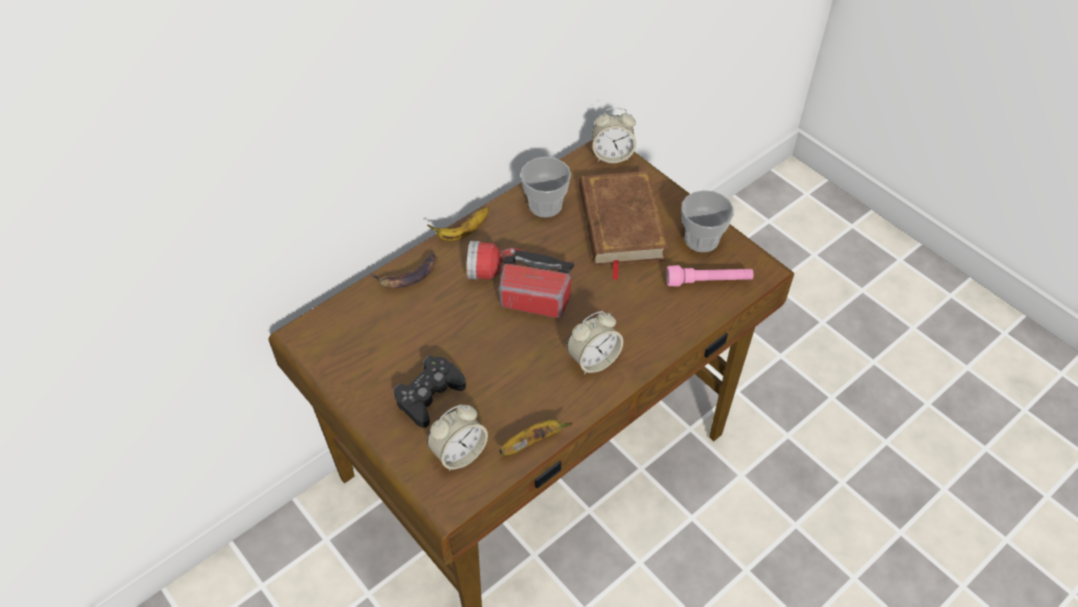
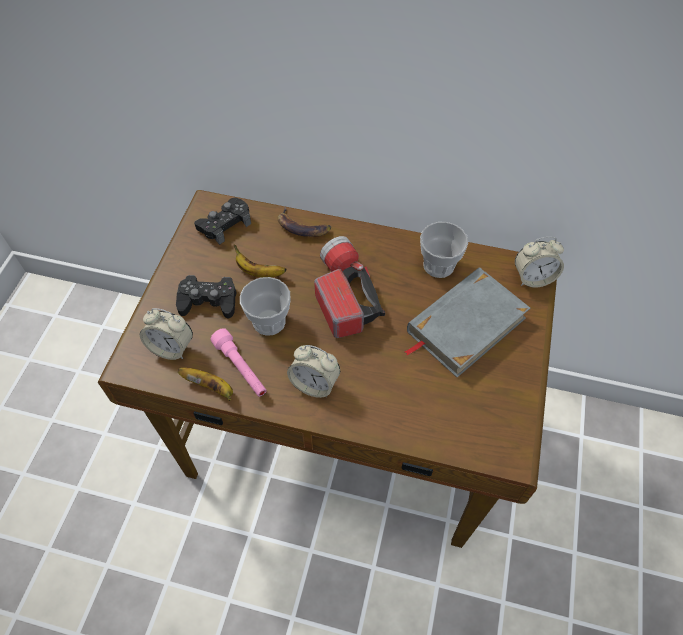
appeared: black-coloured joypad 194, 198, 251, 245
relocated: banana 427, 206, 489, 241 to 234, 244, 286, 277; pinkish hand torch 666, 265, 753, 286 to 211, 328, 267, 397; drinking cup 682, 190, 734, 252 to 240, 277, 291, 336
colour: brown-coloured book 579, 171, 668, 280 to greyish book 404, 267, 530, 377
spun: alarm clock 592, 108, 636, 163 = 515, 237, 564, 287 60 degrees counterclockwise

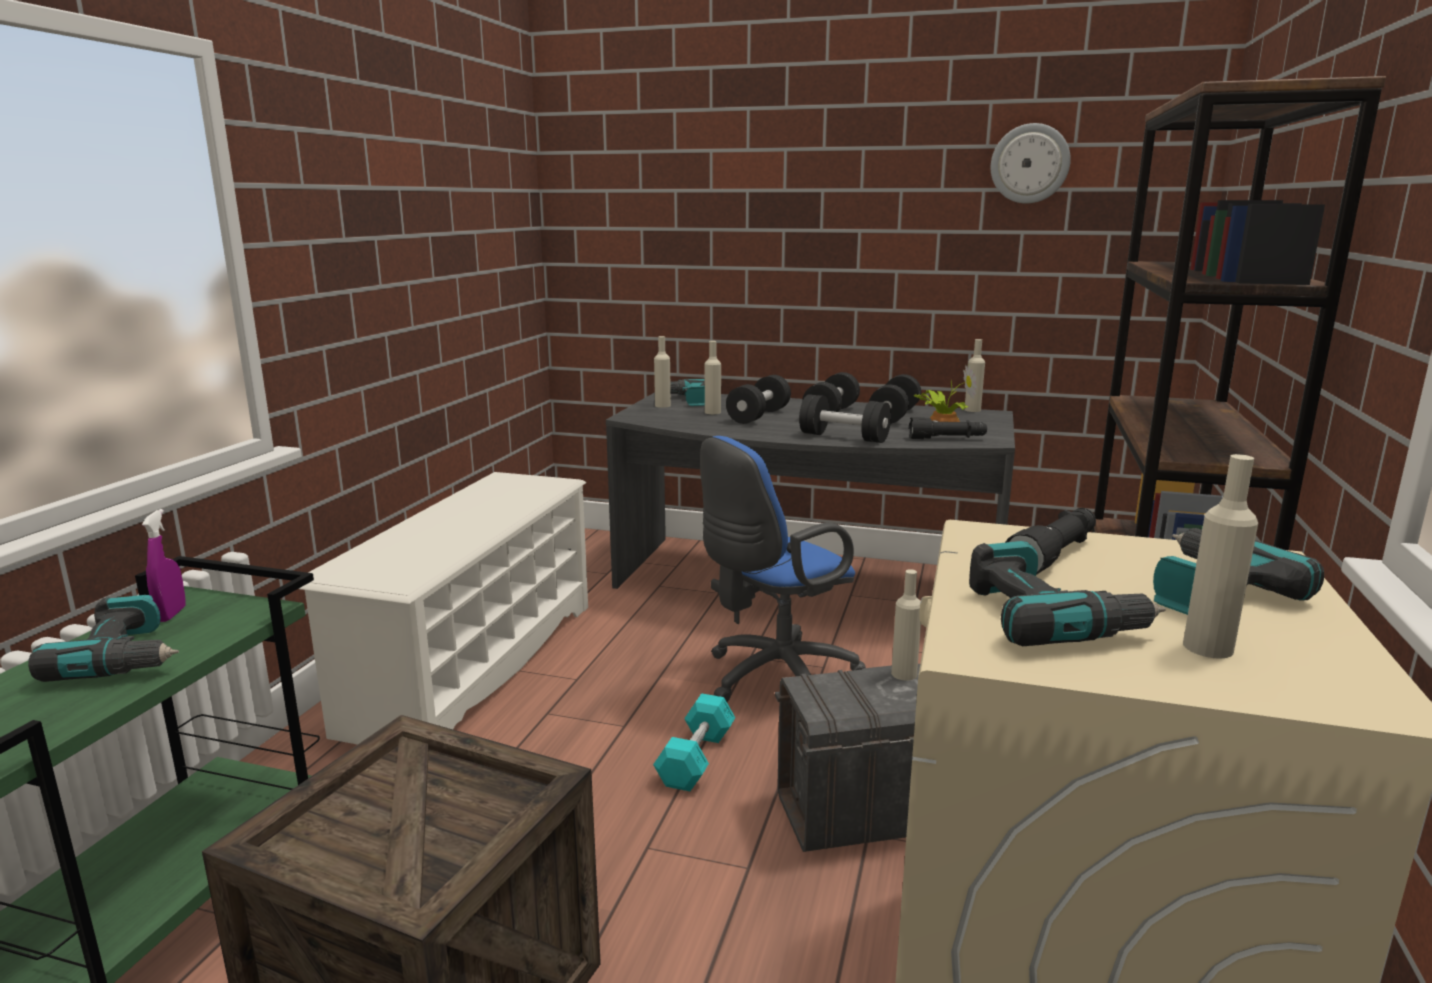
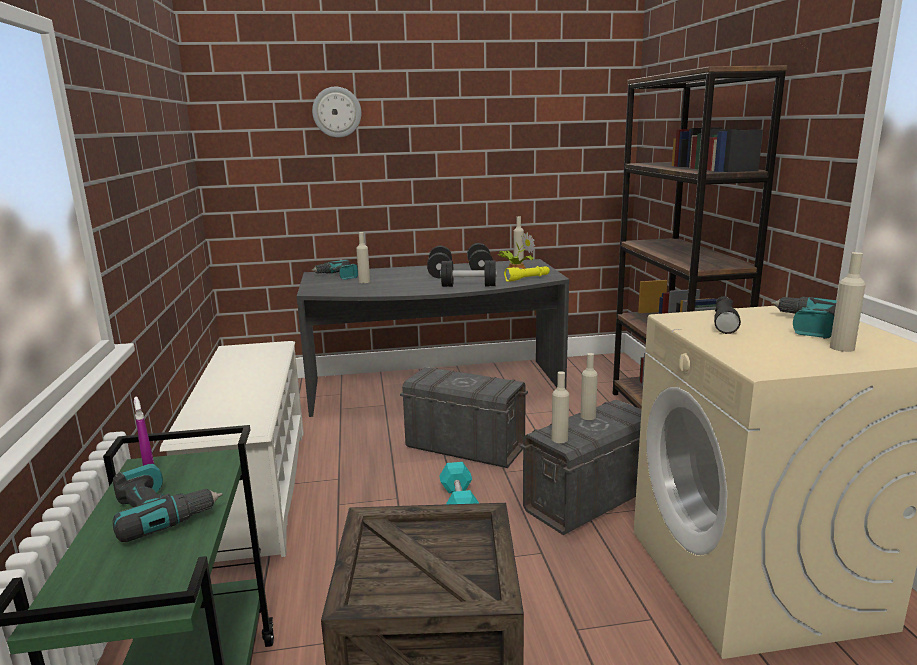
missing: black-coloured dumbbell 726, 375, 791, 424; drill 969, 541, 1166, 646
relocated: beige-coloured drink bottle 654, 336, 671, 408 to 551, 371, 569, 443; wall clock 991, 123, 1071, 204 to 312, 87, 361, 138
exchanged: bluish computer chair 700, 436, 866, 702 to greyish storage container 400, 367, 528, 468
colour: black-coloured hand torch 909, 417, 987, 439 to yellow hand torch 504, 266, 550, 282

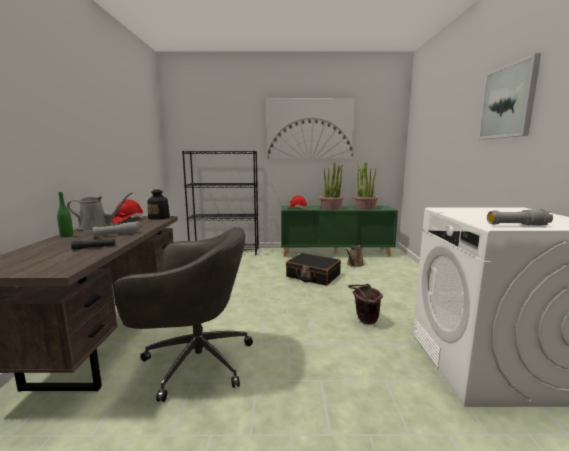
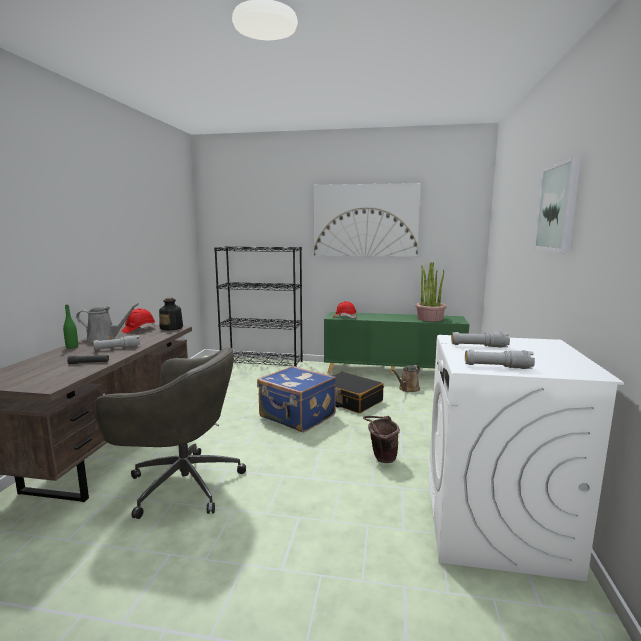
missing: potted plant 319, 163, 344, 210
appeared: bluish piece of luggage 257, 366, 336, 432; greyish hand torch 451, 332, 510, 348

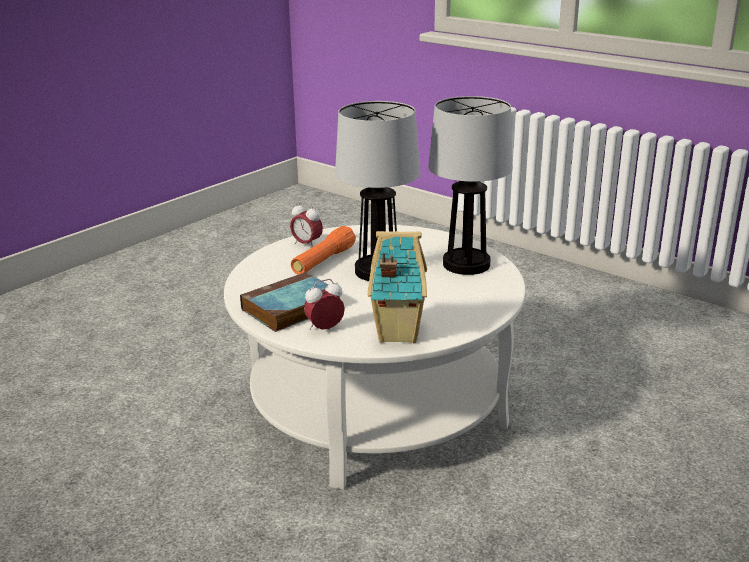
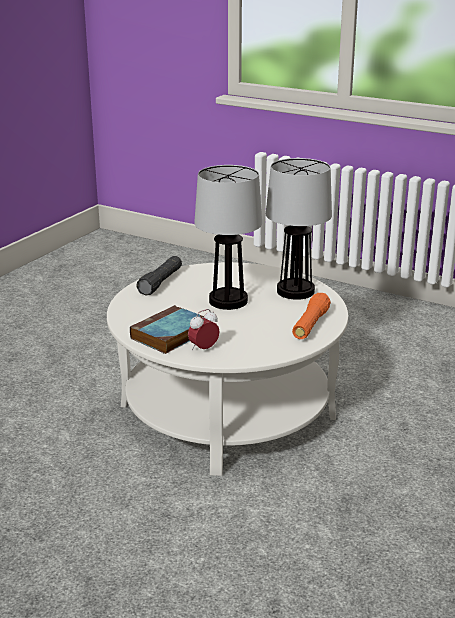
missing: model house 368, 231, 427, 343
relocated: orange-coloured hand torch 291, 226, 356, 275 to 292, 293, 331, 339
exchanged: alarm clock 290, 201, 323, 247 to black-coloured hand torch 136, 256, 182, 295

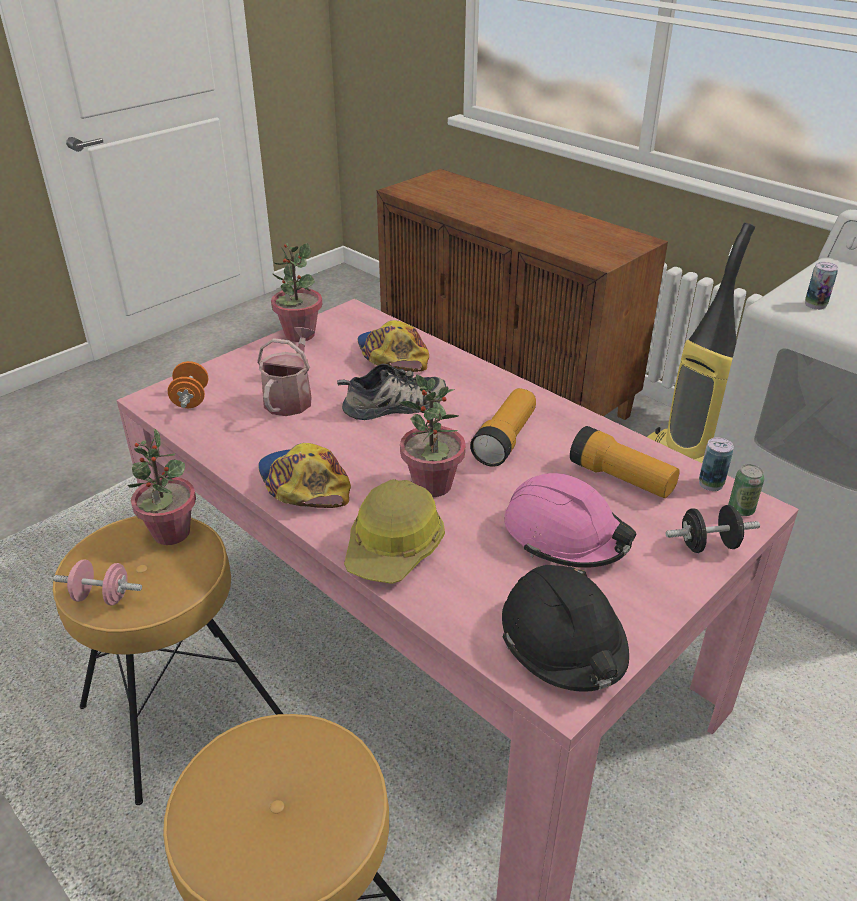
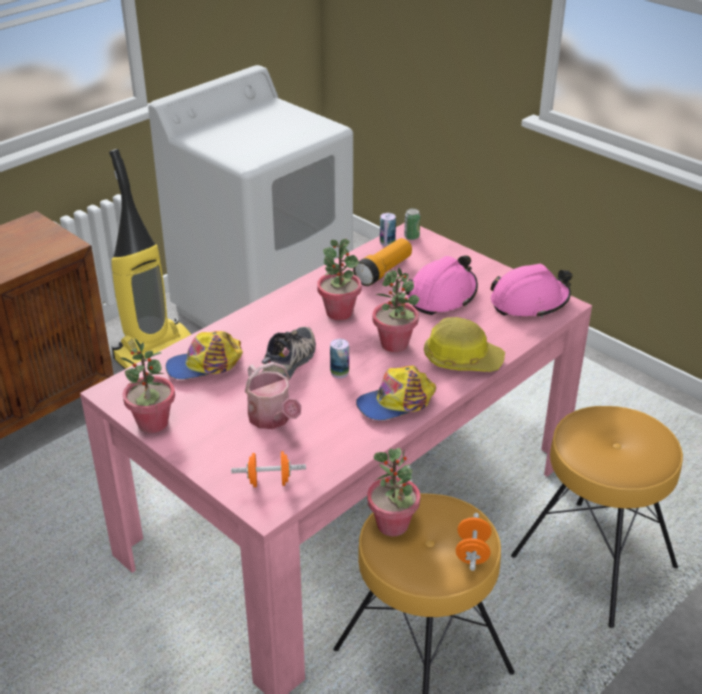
missing: black-coloured dumbbell 666, 505, 760, 553
relocated: metal can 805, 262, 838, 310 to 330, 339, 349, 378
exchanged: hand torch 470, 388, 536, 466 to potted plant 317, 239, 361, 320
colour: pinkish dumbbell 53, 559, 142, 605 to orange-coloured dumbbell 456, 513, 492, 571; black-coloured hard hat 502, 565, 629, 692 to pinkish hard hat 490, 264, 573, 318
spun: watering pot 257, 327, 315, 416 = 245, 362, 301, 429 135 degrees counterclockwise; item of footwear 337, 364, 446, 420 = 262, 327, 316, 381 45 degrees clockwise

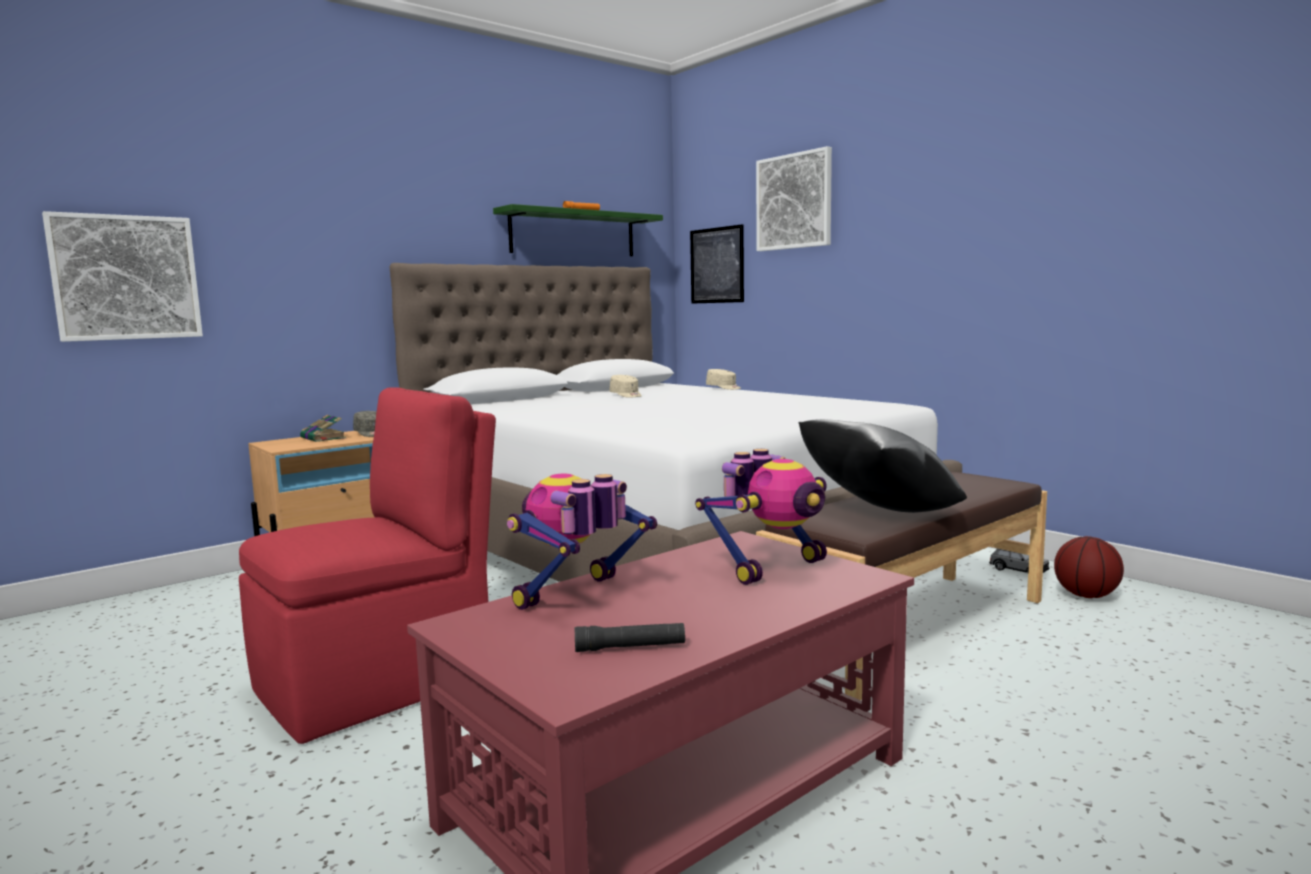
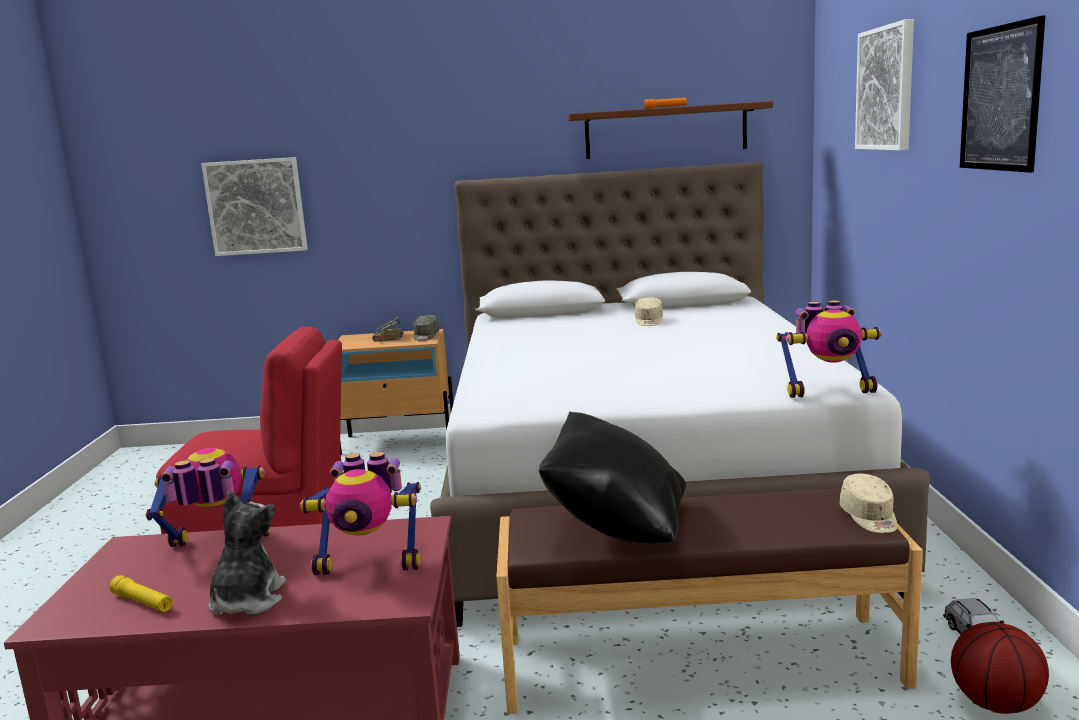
appeared: soft toy 208, 491, 286, 615; model robot 776, 300, 882, 398
relocated: wall art 690, 224, 744, 304 to 960, 15, 1045, 173; beige-coloured peaked cap 706, 369, 741, 390 to 840, 473, 898, 533
colour: green-coloured wall shelf 493, 204, 663, 256 to brown-coloured wall shelf 568, 101, 773, 159; black-coloured hand torch 575, 623, 685, 652 to yellow hand torch 109, 575, 173, 612

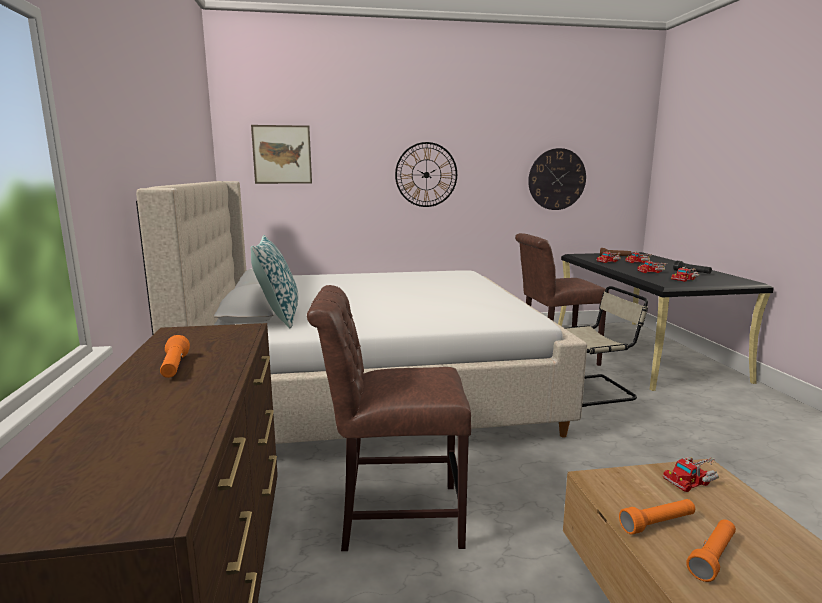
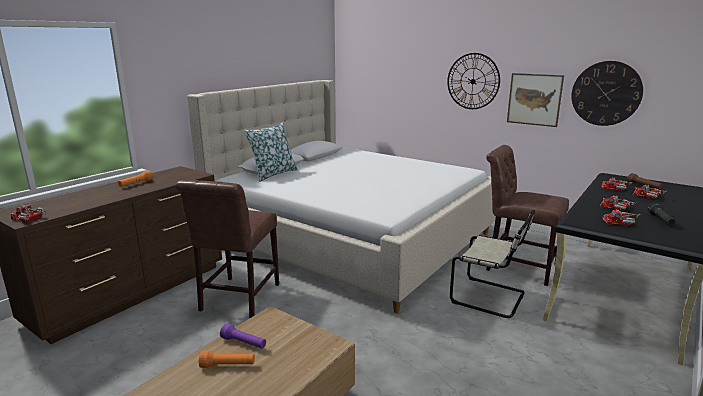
relocated: wall art 251, 125, 312, 184 to 507, 73, 564, 127; toy lorry 663, 457, 719, 492 to 11, 204, 46, 222
colour: orange-coloured hand torch 619, 499, 695, 535 to purple hand torch 220, 323, 266, 349
spun: brown-coloured upright chair 307, 285, 471, 551 = 175, 180, 279, 318 120 degrees counterclockwise

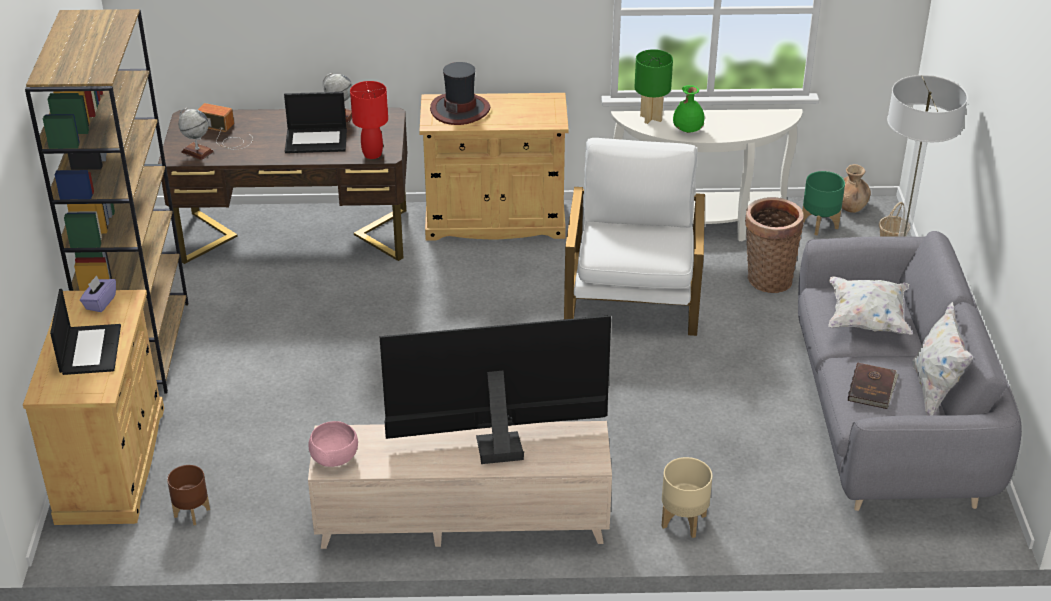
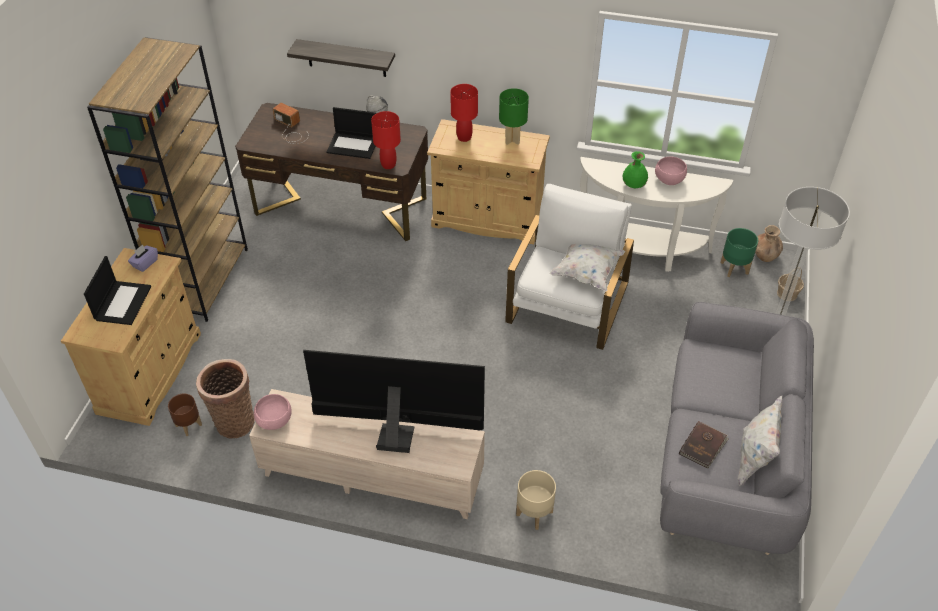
missing: desk globe 178, 108, 214, 160
appeared: wall shelf 287, 39, 395, 77; pinkish bowl 655, 156, 687, 185
relocated: green-coloured lamp for a table 634, 49, 673, 124 to 499, 88, 529, 145; household basket 745, 197, 804, 293 to 196, 359, 255, 439; white pillow 828, 276, 913, 335 to 549, 244, 625, 292
exchanged: hat 430, 62, 490, 125 to reddish lamp for a table 450, 84, 478, 142

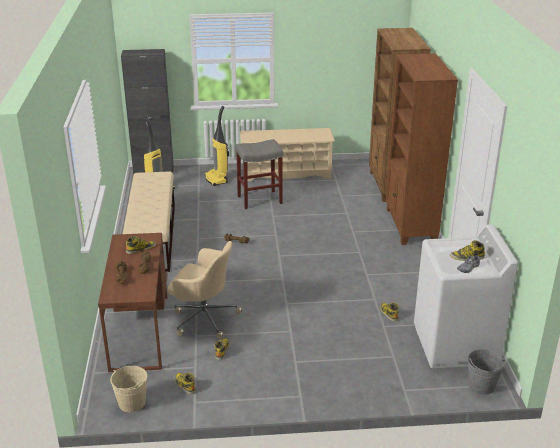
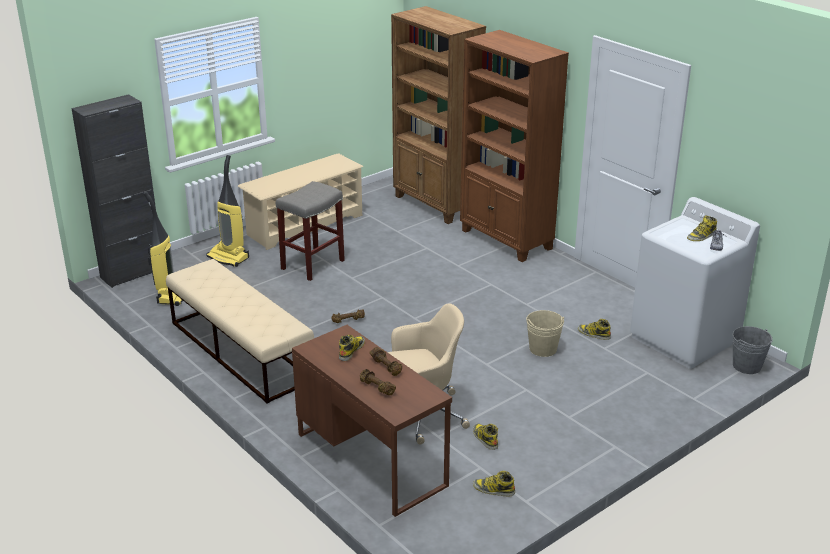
relocated: beige-coloured water bucket 110, 366, 147, 412 to 526, 310, 564, 357

